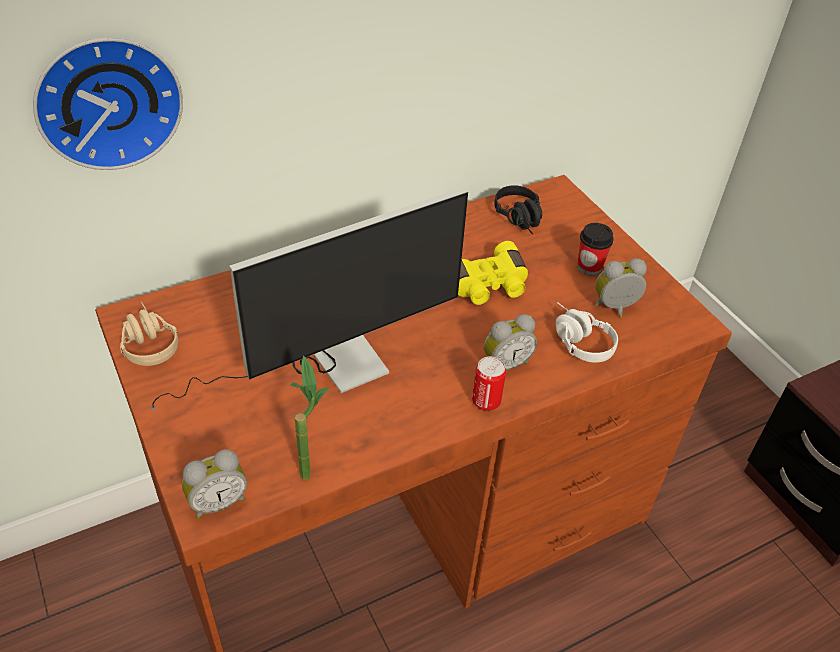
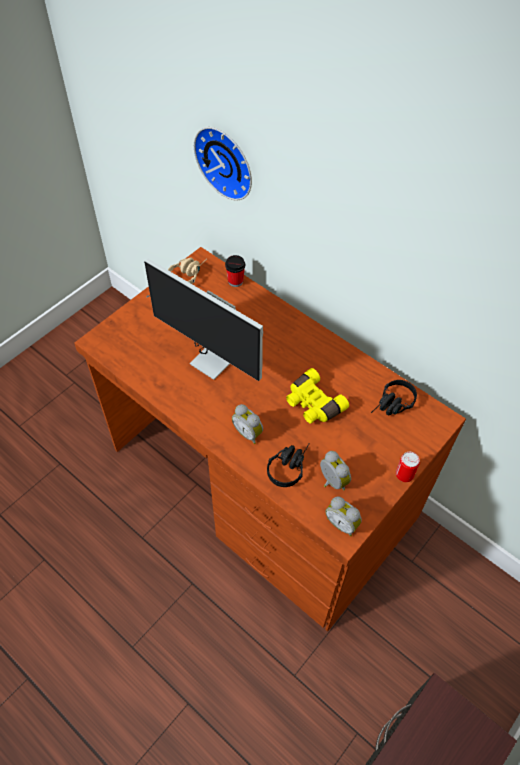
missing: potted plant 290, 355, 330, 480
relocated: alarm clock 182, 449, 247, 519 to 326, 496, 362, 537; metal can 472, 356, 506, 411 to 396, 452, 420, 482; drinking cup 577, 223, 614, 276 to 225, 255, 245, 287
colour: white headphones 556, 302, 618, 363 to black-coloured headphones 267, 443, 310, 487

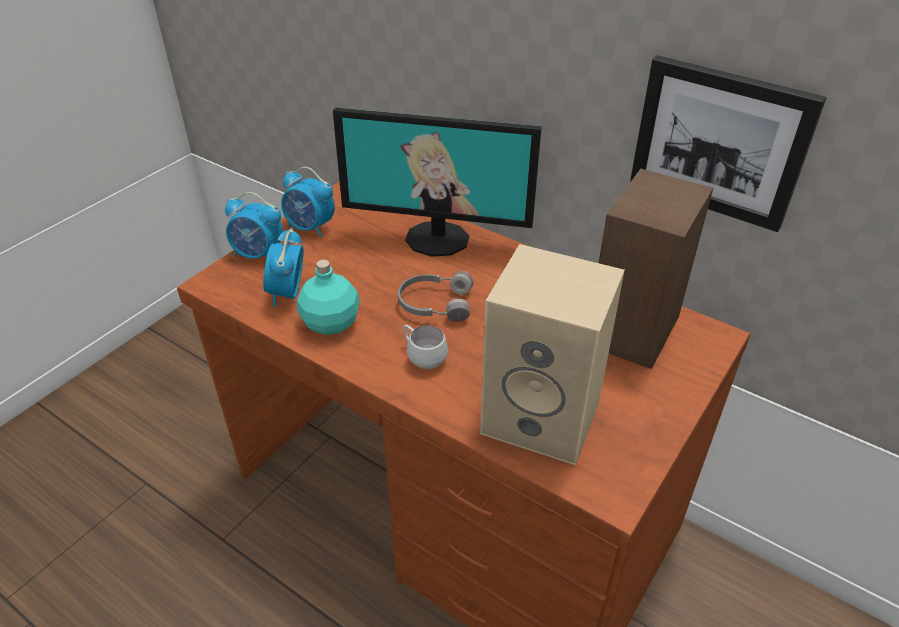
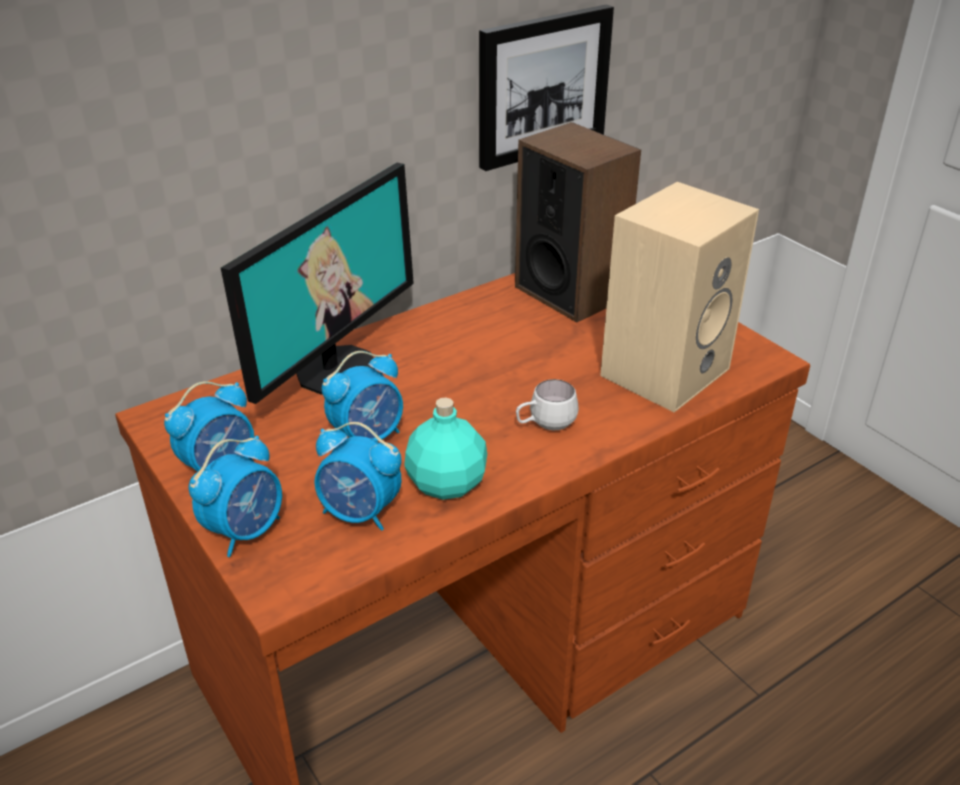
missing: greyish headphones 398, 271, 474, 321
appeared: alarm clock 322, 351, 403, 441

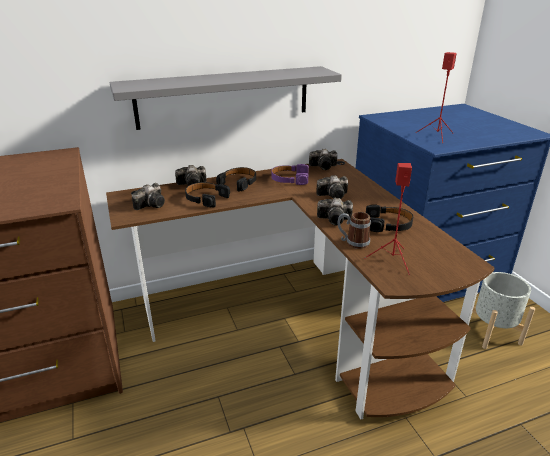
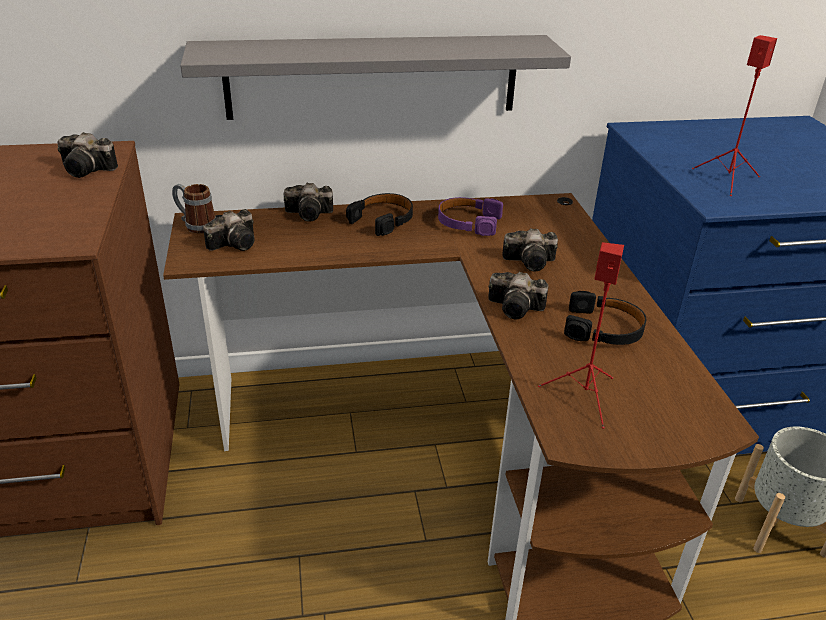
missing: black-coloured headphones 185, 182, 230, 207
relocated: photo camera 309, 149, 337, 170 to 57, 132, 118, 178; tea mug 337, 212, 371, 249 to 172, 184, 216, 233

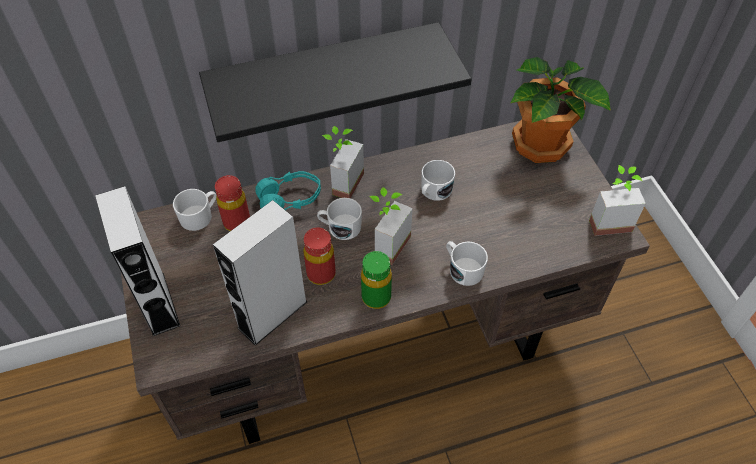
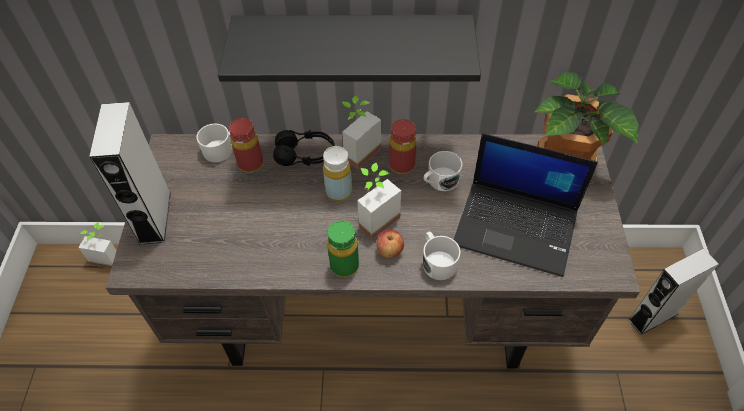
appeared: whole apple 376, 230, 404, 258; notebook computer 454, 133, 598, 277
relocated: greyish speaker 213, 200, 308, 346 to 628, 248, 719, 335; reddish drink bottle 303, 227, 336, 285 to 389, 119, 416, 174; potted plant 589, 165, 646, 236 to 79, 222, 117, 269
exchanged: white tea mug 317, 198, 362, 240 to yellow drink bottle 323, 146, 352, 201
colour: turquoise-coloured headphones 255, 171, 321, 210 to black-coloured headphones 273, 130, 335, 166

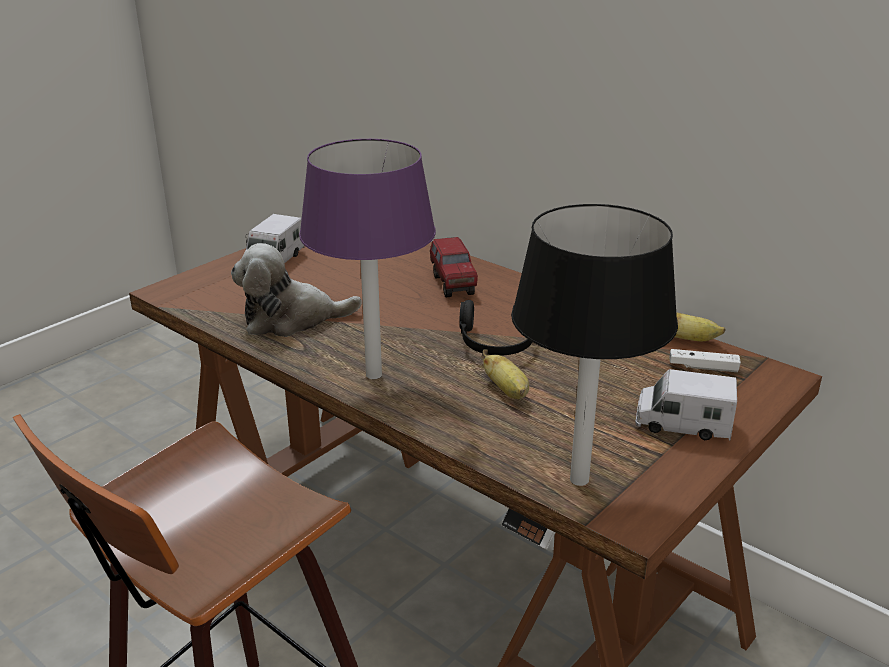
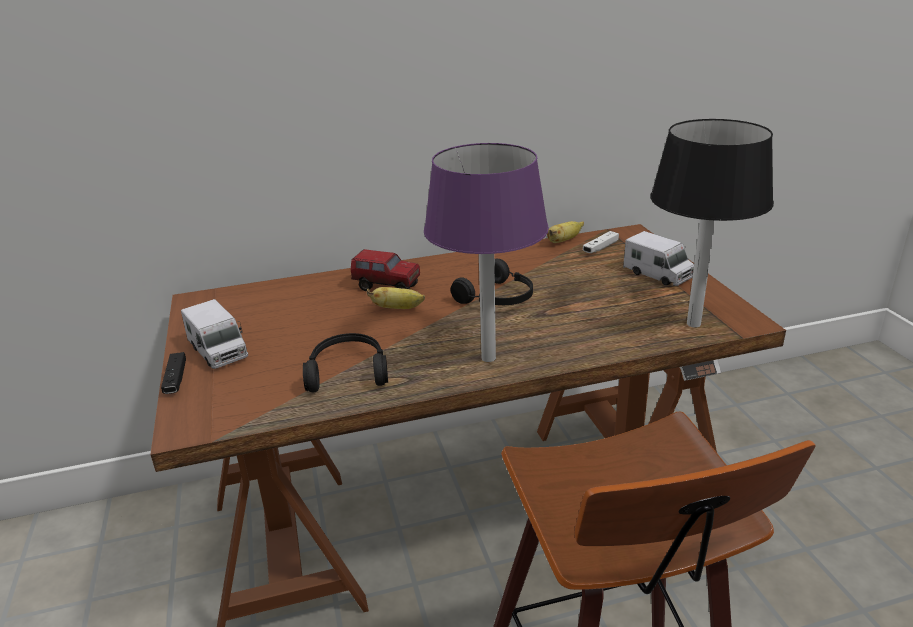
appeared: black-coloured joypad 161, 352, 186, 394
relocated: banana 481, 349, 529, 399 to 367, 287, 425, 309
exchanged: soft toy 231, 243, 362, 337 to black-coloured headphones 303, 333, 388, 392
spun: toy lorry 635, 369, 737, 440 = 623, 231, 694, 286 90 degrees counterclockwise

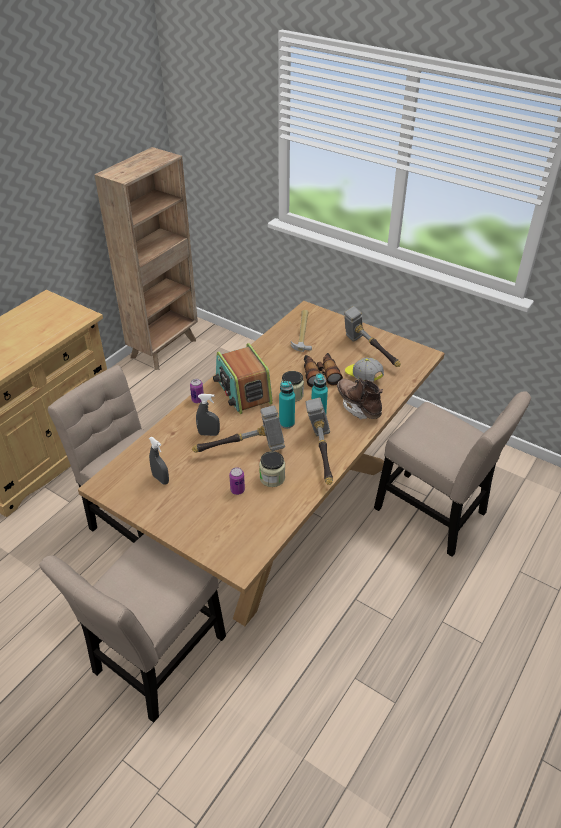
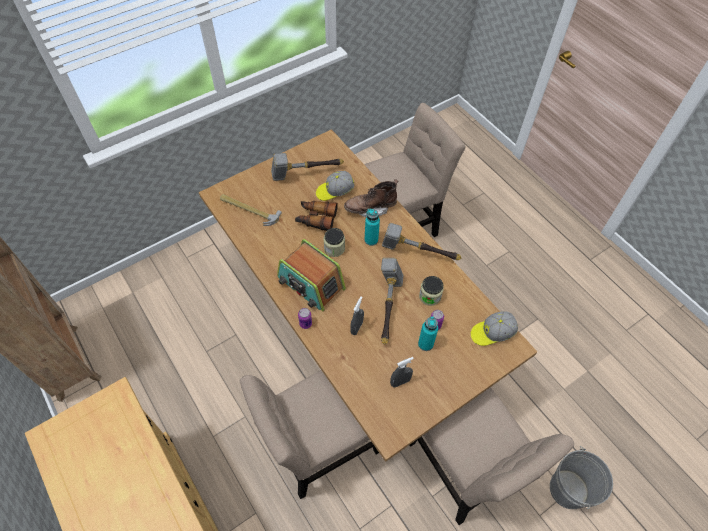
appeared: peaked cap 471, 311, 518, 346; greyish water bucket 550, 446, 613, 509
relocated: turquoise-coloured drink bottle 279, 381, 295, 428 to 418, 316, 438, 351
spun: radio receiver 213, 343, 272, 414 = 277, 239, 346, 311 45 degrees clockwise

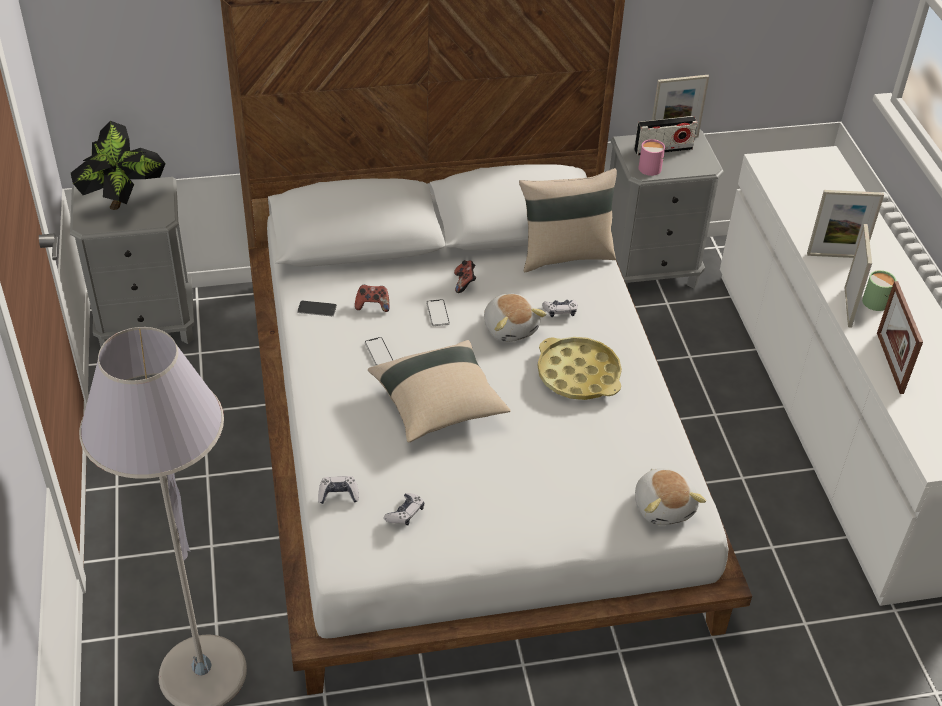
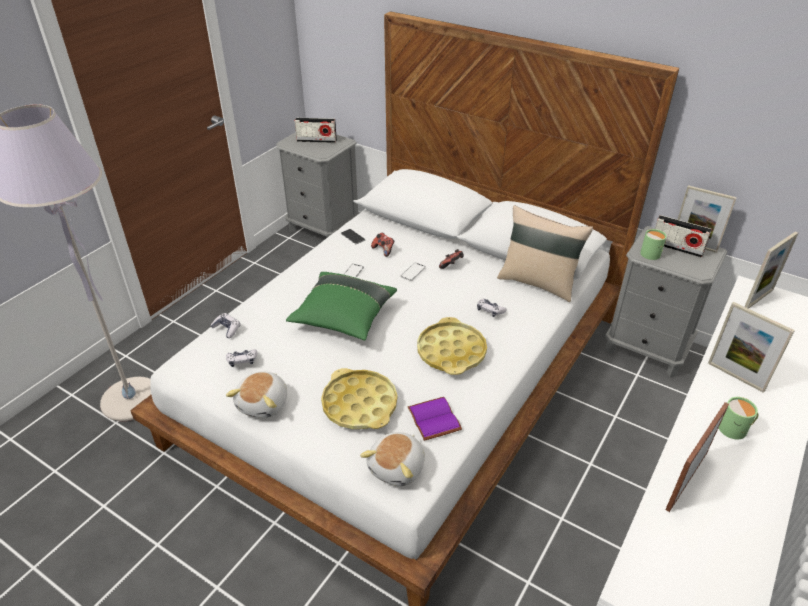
appeared: yellow carrying tray 321, 368, 398, 429; purple book 408, 397, 462, 441
relocated: soft toy 484, 294, 546, 342 to 226, 372, 287, 418; picture frame 844, 224, 872, 328 to 745, 231, 798, 309
exchanged: potted plant 71, 121, 166, 210 to radio receiver 295, 118, 337, 143
colour: beige-coloured pillow 368, 340, 510, 442 to green-coloured pillow 286, 272, 397, 341; pinkish tea mug 638, 139, 665, 176 to green-coloured tea mug 640, 229, 667, 260

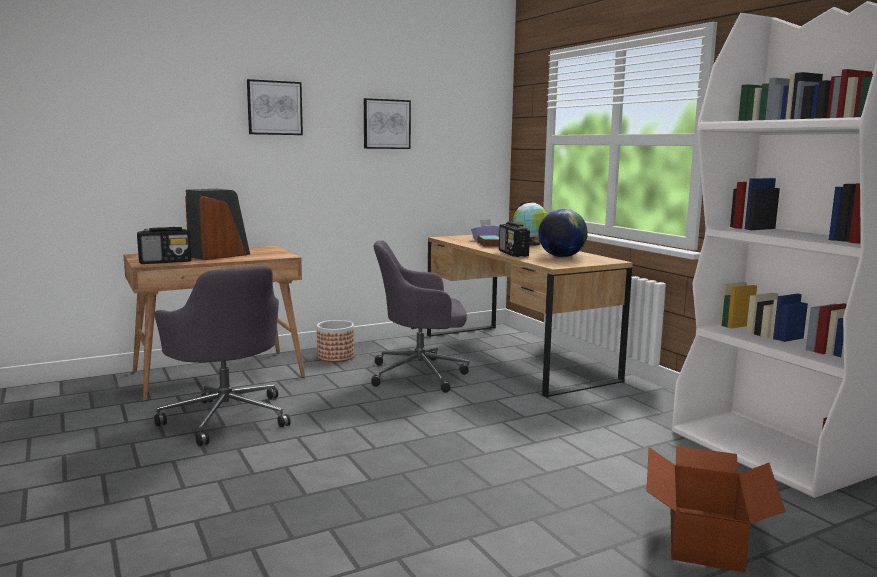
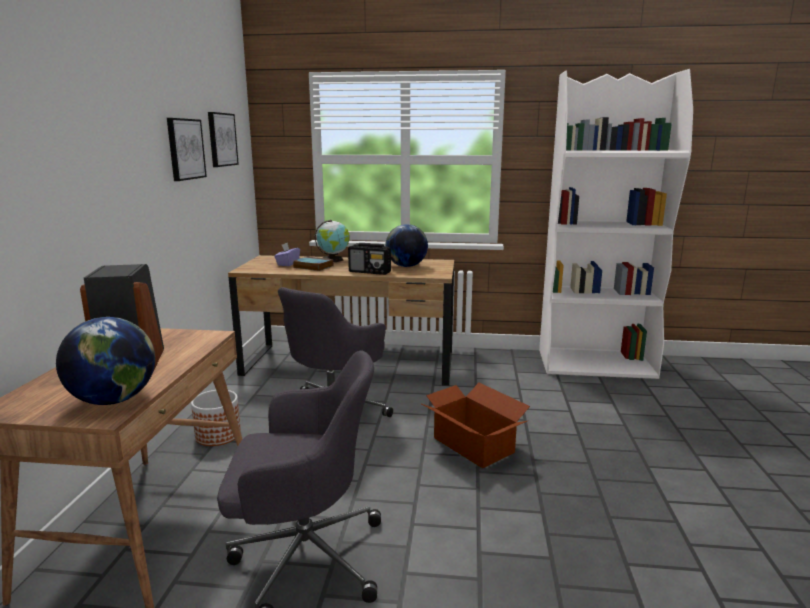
relocated: wall art 247, 79, 303, 135 to 208, 112, 239, 167; carton 646, 446, 786, 572 to 422, 383, 530, 468
exchanged: radio receiver 137, 227, 192, 264 to desk globe 56, 317, 155, 405

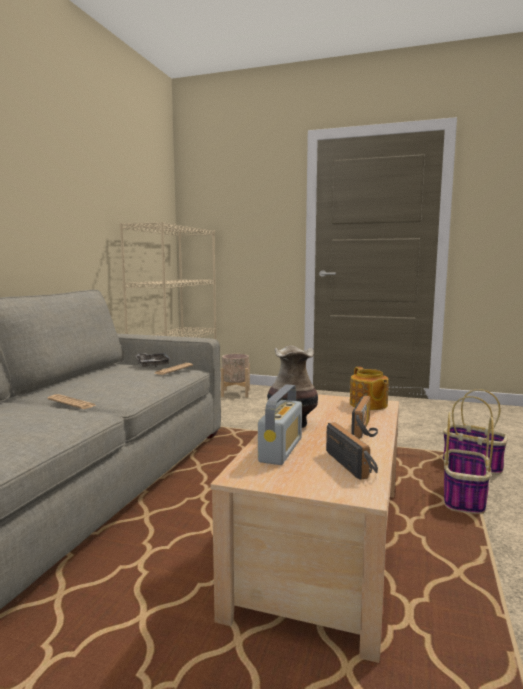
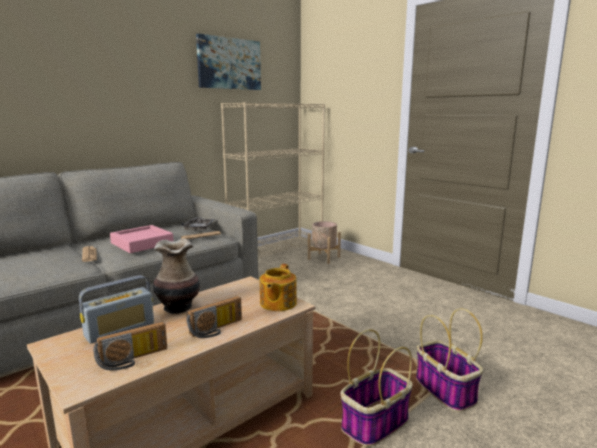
appeared: pinkish carrying tray 110, 225, 174, 253; wall art 196, 33, 261, 90
spun: radio receiver 326, 422, 378, 480 = 93, 321, 167, 370 45 degrees clockwise

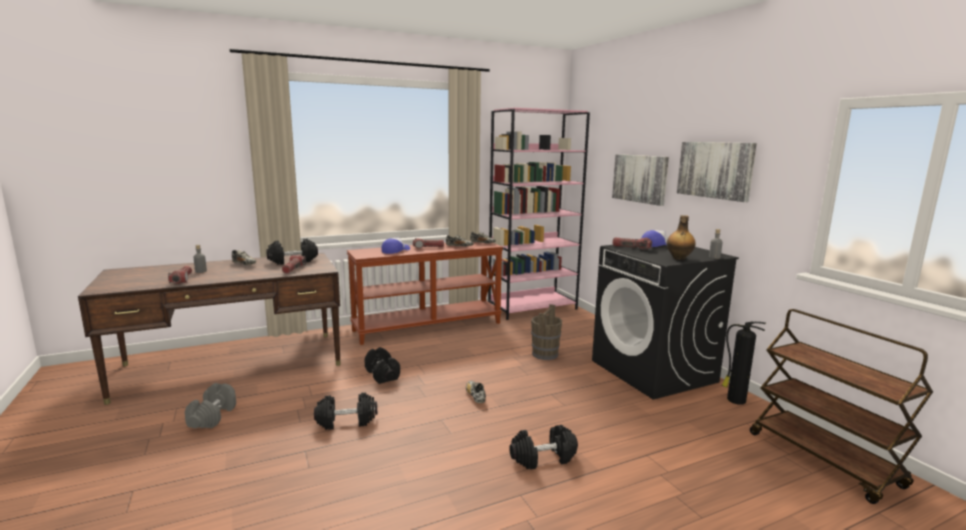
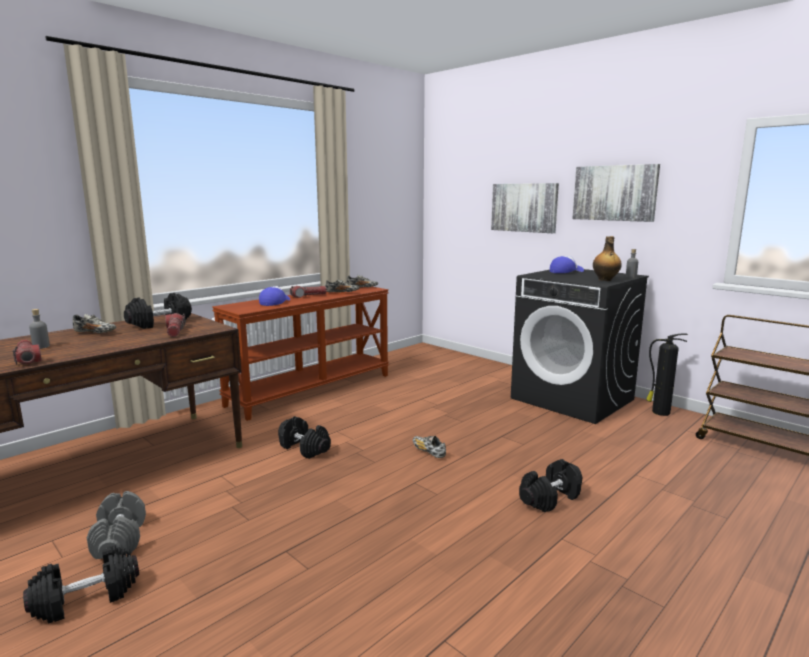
missing: pinkish shelving unit 488, 108, 590, 320; brown-coloured water bucket 531, 304, 562, 360; hand torch 613, 238, 652, 250
relocated: black-coloured dumbbell 314, 392, 377, 430 to 23, 545, 139, 624

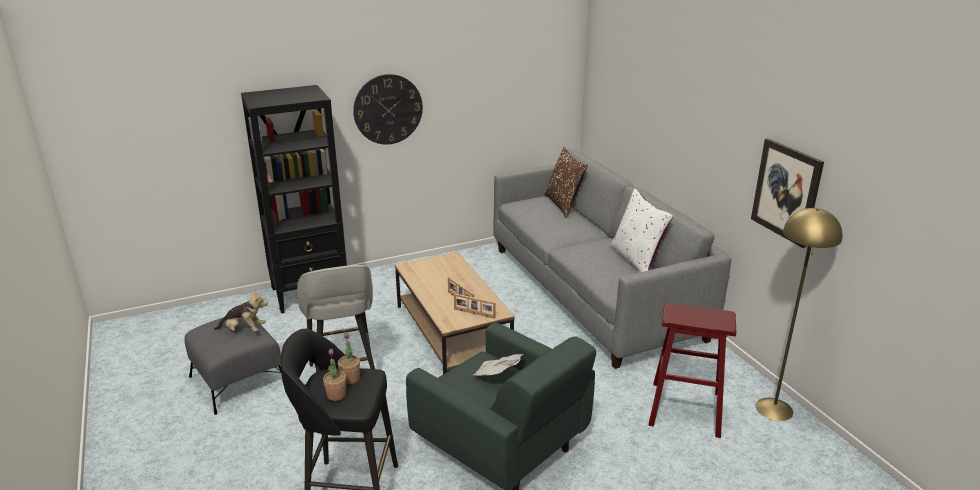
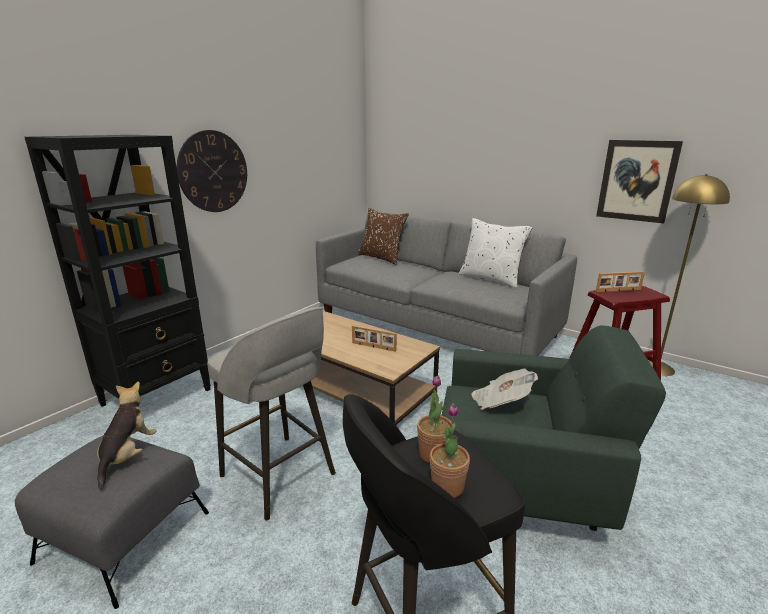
relocated: picture frame 454, 293, 496, 319 to 596, 272, 645, 292
spun: soft toy 214, 289, 268, 331 = 97, 382, 156, 490 60 degrees counterclockwise

